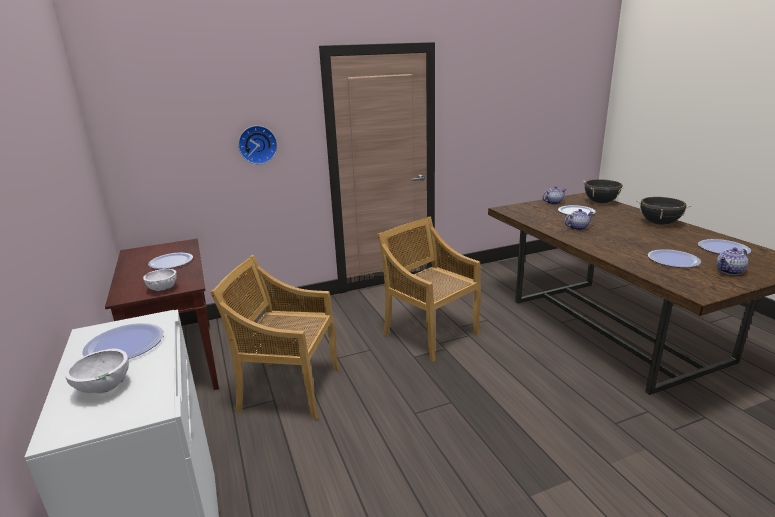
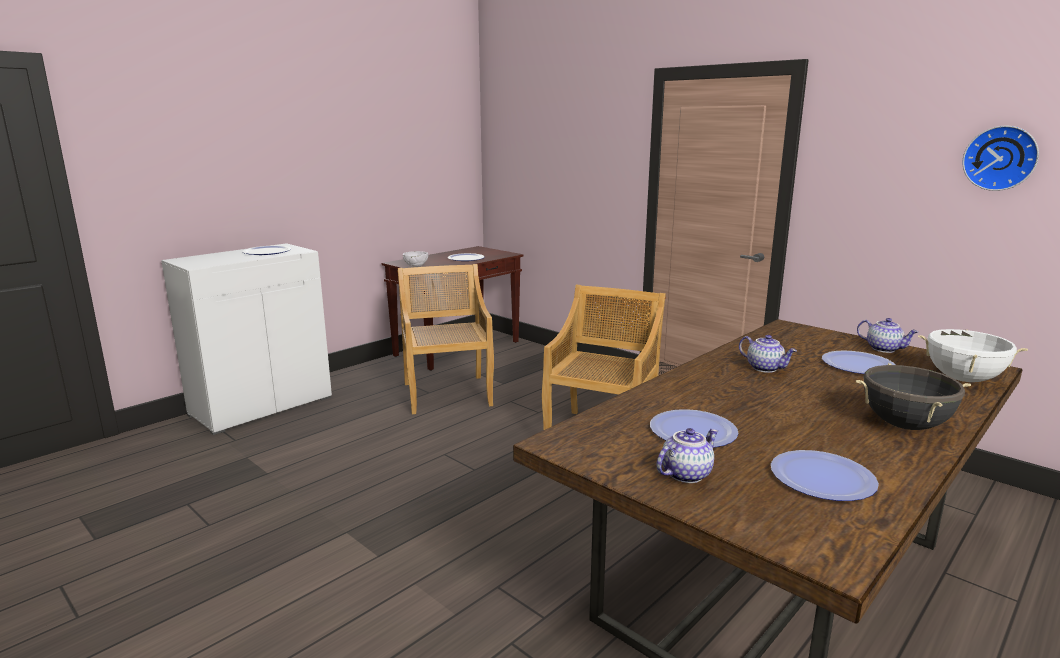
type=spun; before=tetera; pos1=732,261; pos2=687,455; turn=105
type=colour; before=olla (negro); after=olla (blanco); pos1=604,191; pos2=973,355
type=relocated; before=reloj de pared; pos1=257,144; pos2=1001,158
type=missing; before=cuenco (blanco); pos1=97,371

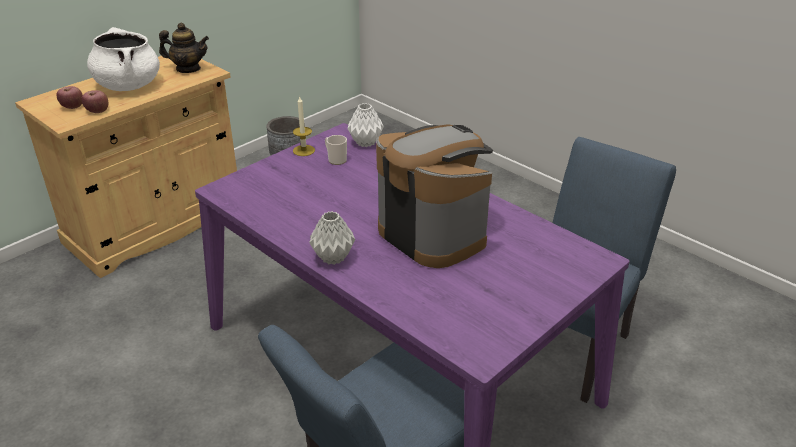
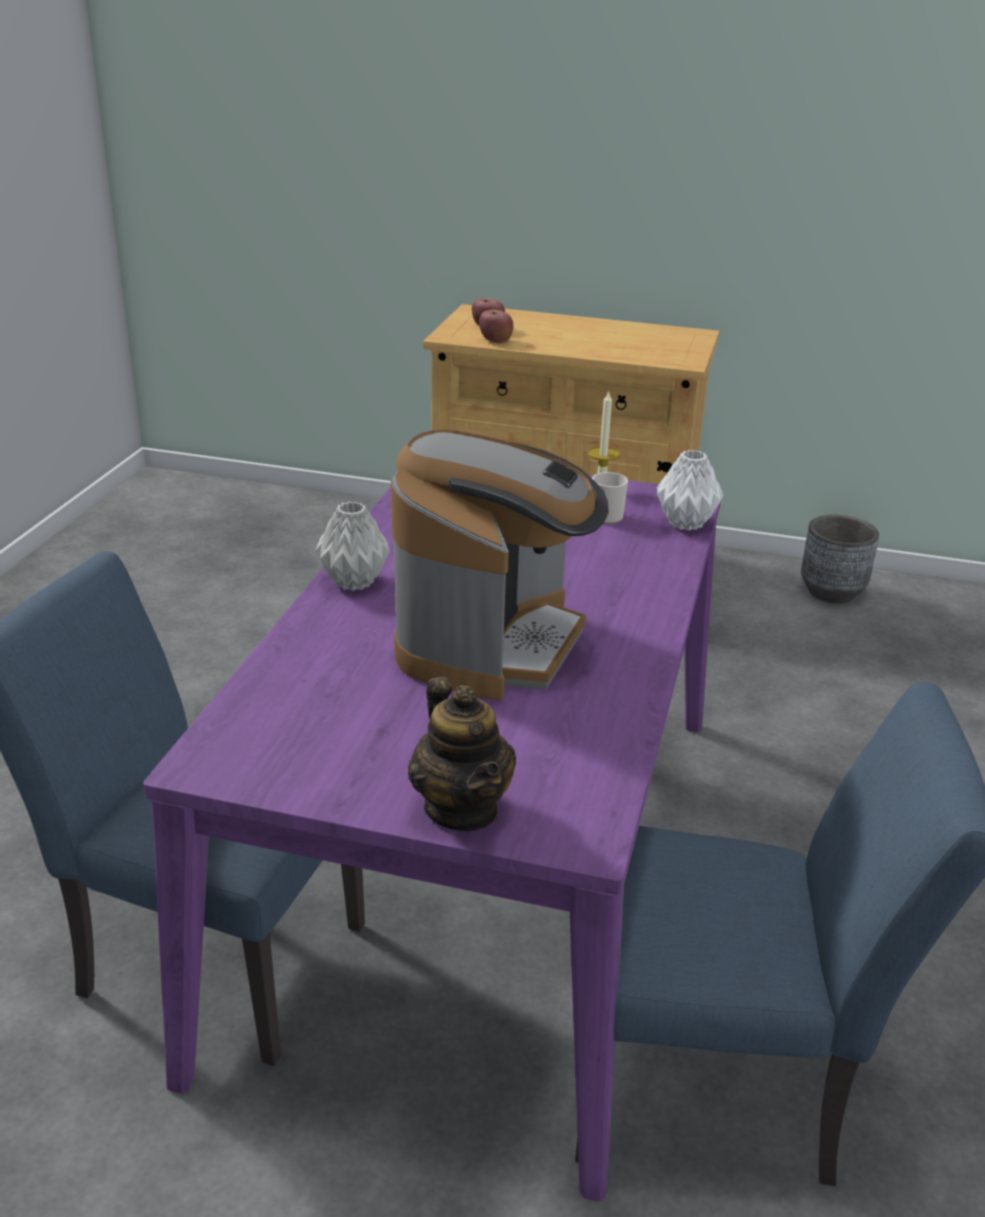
type=relocated; before=tetera; pos1=184,48; pos2=462,753
type=missing; before=olla (blanco); pos1=123,59

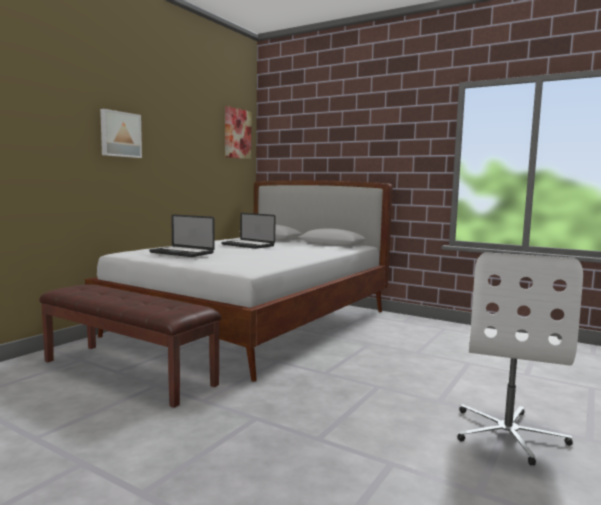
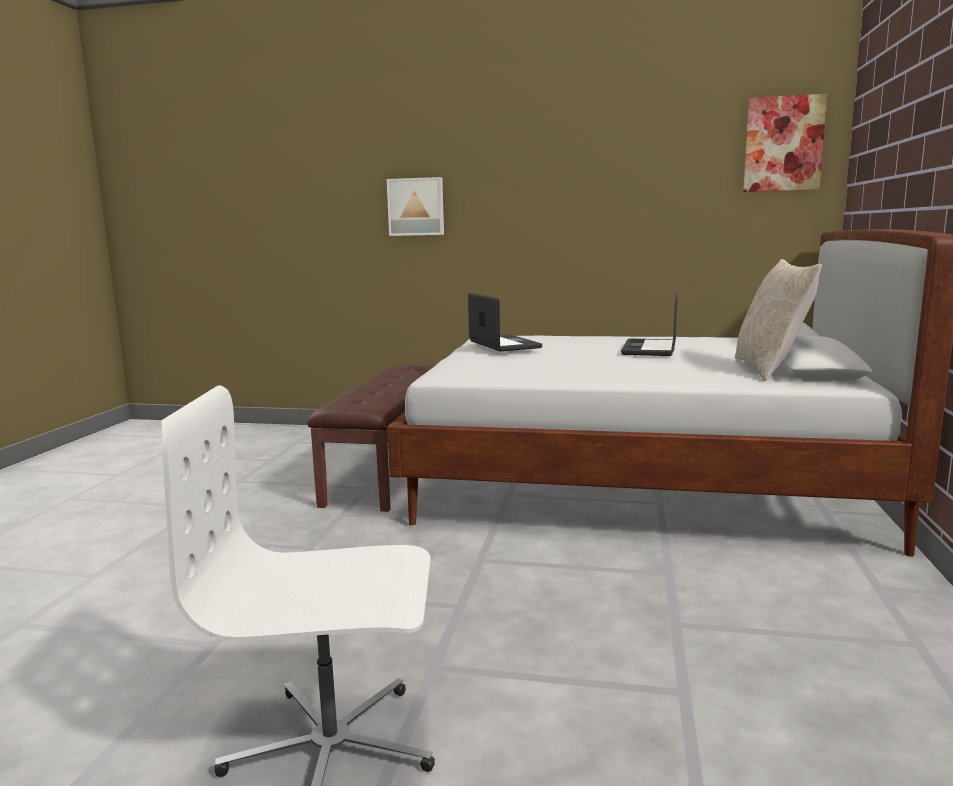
type=relocated; before=cuadro; pos1=121,133; pos2=415,206
type=spun; before=portátil; pos1=182,235; pos2=505,322; turn=150
type=appeared; after=cojín (beis); pos2=778,320

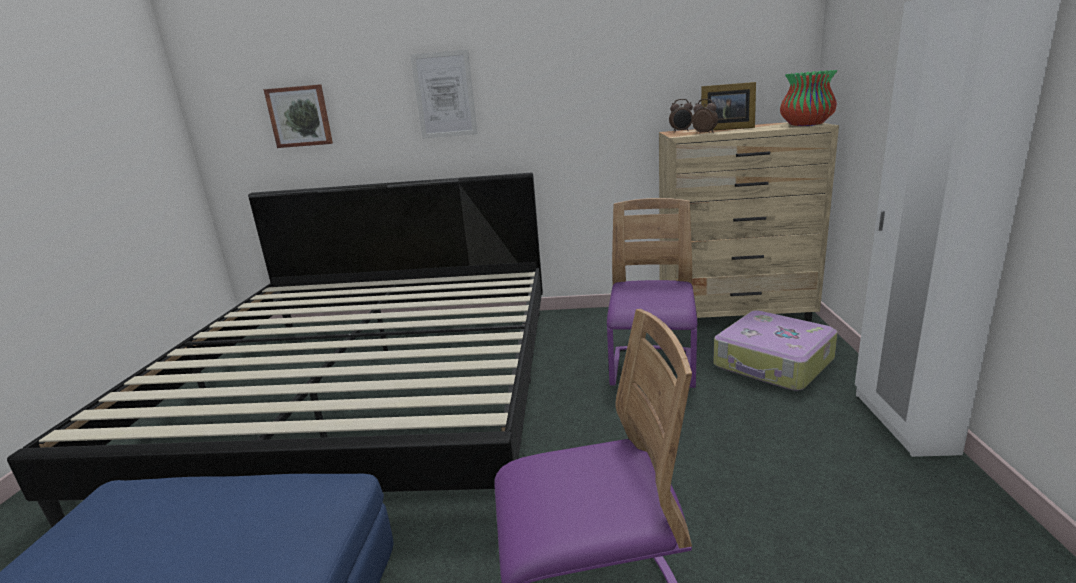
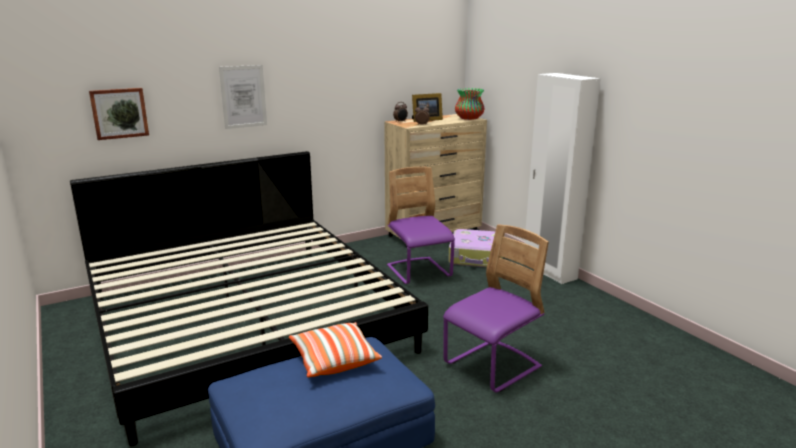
type=appeared; after=cojín; pos2=335,349

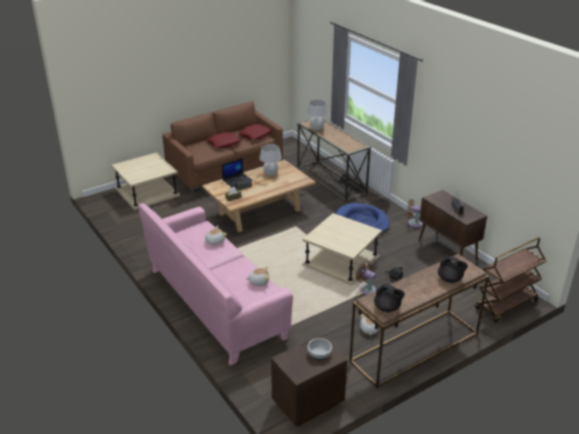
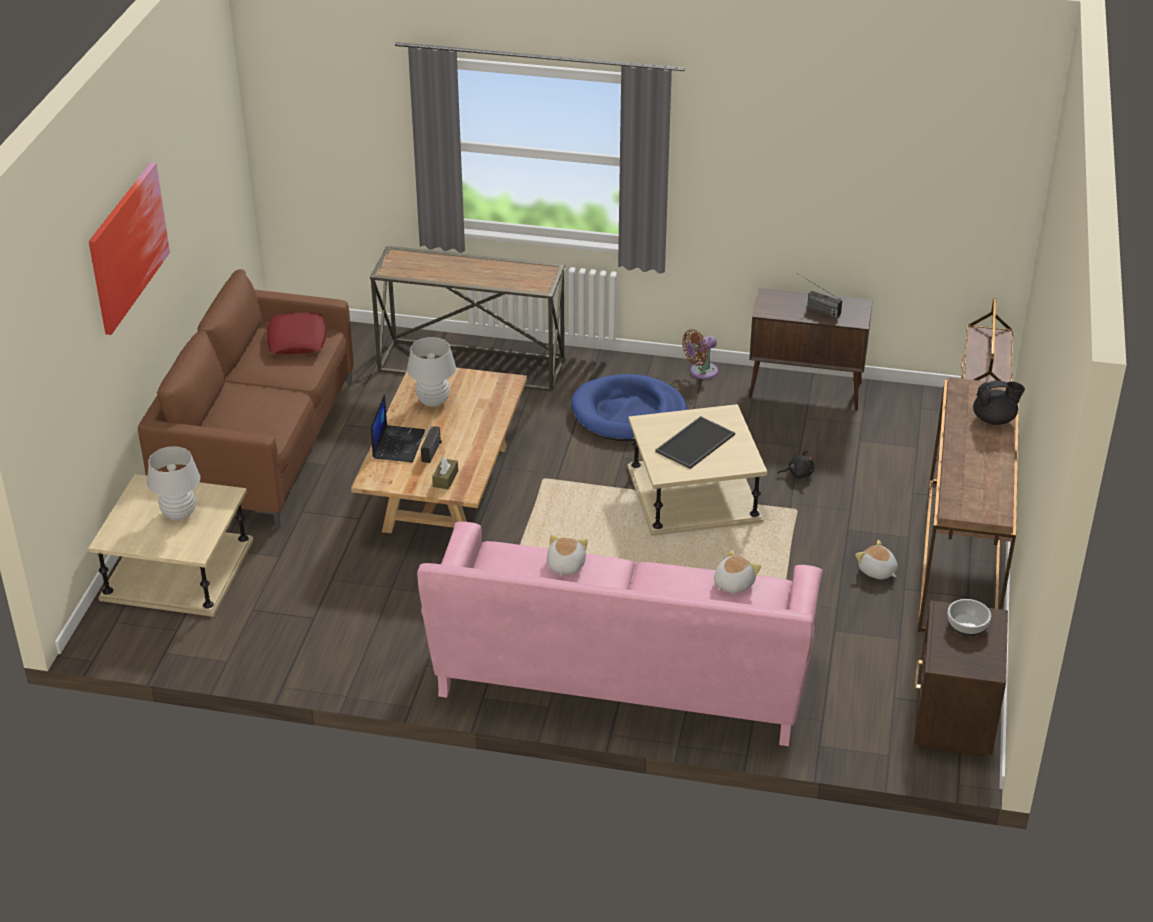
type=appeared; after=cuadro; pos2=129,248
type=relocated; before=lámpara de mesa (blanco); pos1=317,115; pos2=173,483
type=appeared; after=bandeja; pos2=695,442
type=missing; before=cojín (rojo); pos1=224,140
type=missing; before=ventilador (marrón); pos1=366,278
type=missing; before=tetera (negro); pos1=389,298

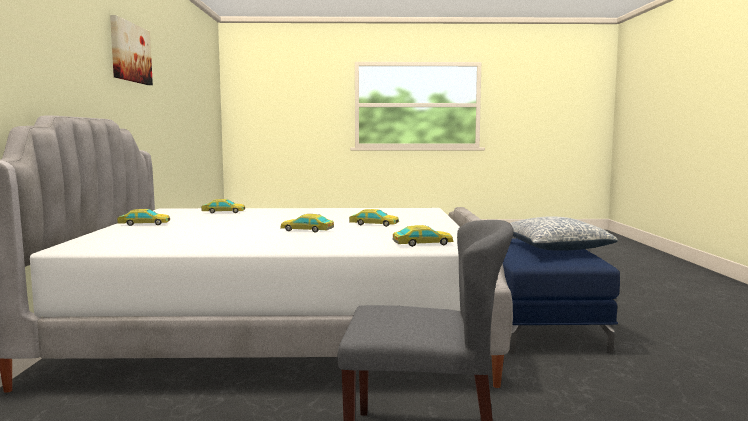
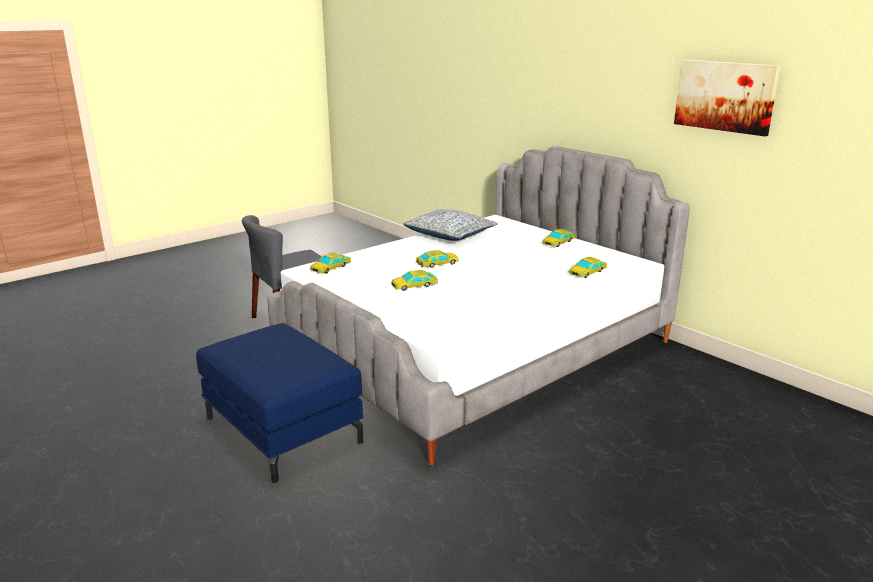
type=relocated; before=cojín; pos1=564,233; pos2=451,225

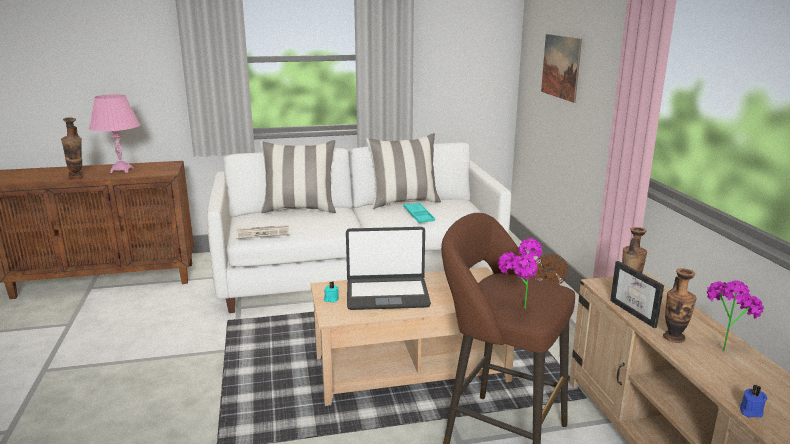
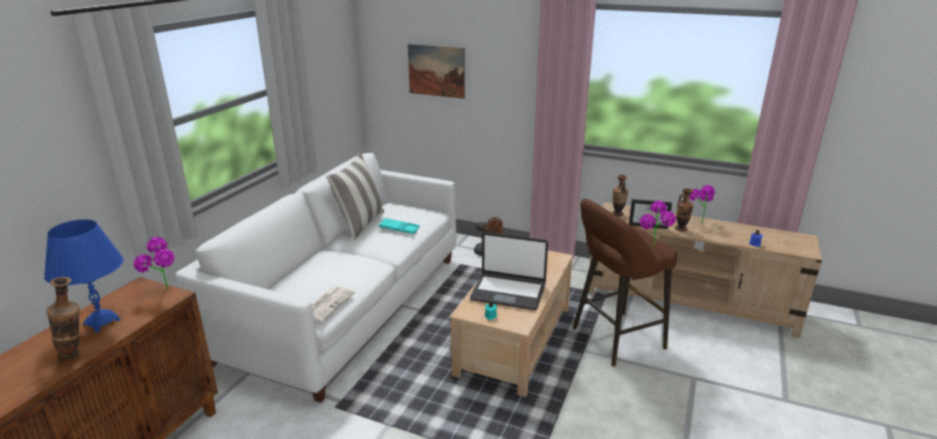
type=colour; before=lámpara de mesa (rosa); after=lámpara de mesa (azul); pos1=114,133; pos2=84,276
type=appeared; after=planta en maceta; pos2=154,263
type=spun; before=portátil; pos1=388,268; pos2=509,271; turn=75
type=missing; before=cojín; pos1=298,176

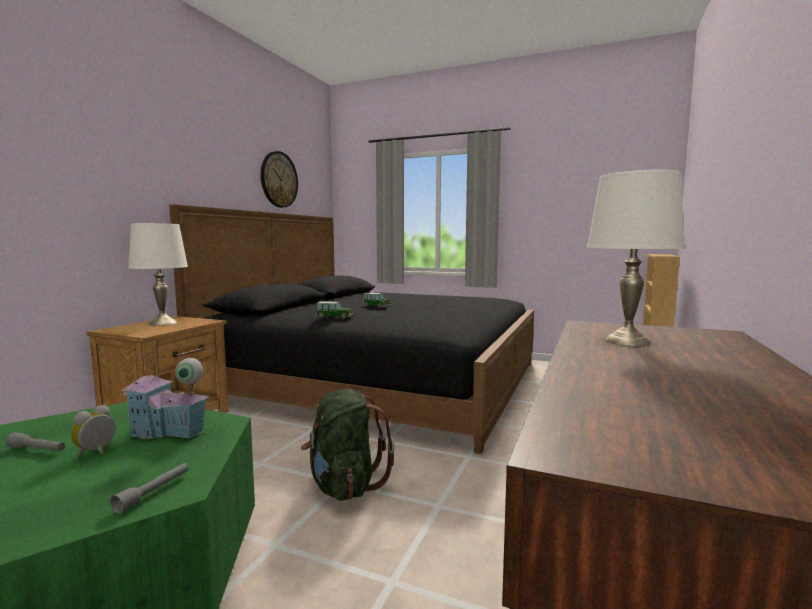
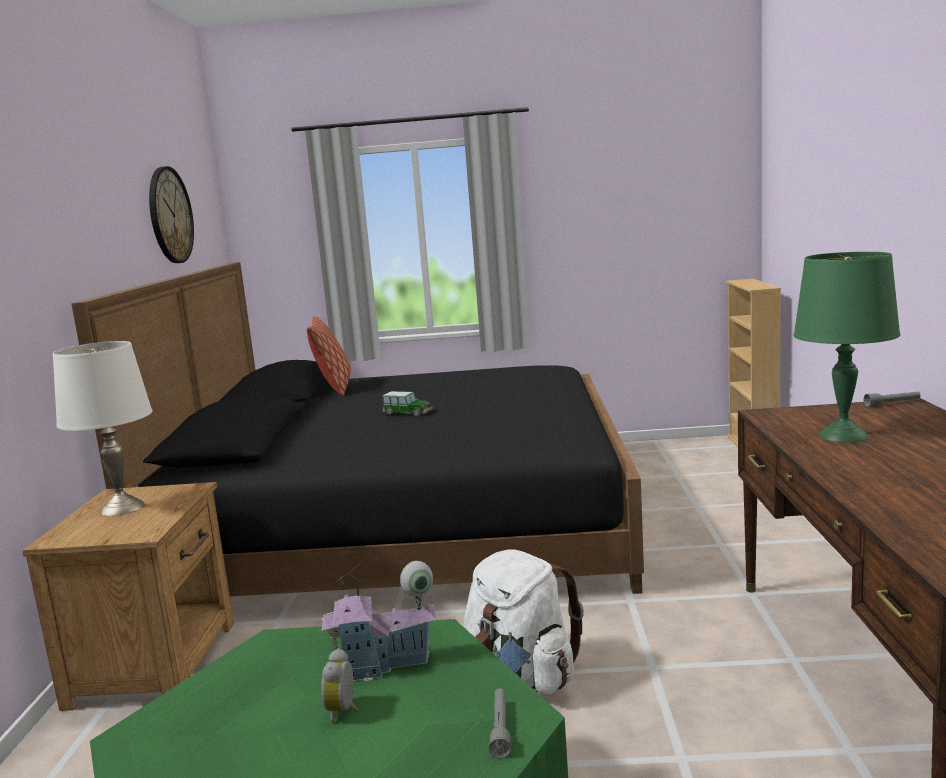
type=appeared; after=cojín; pos2=329,356
type=colour; before=mochila (verde); after=mochila (blanco); pos1=348,445; pos2=524,621
type=colour; before=lámpara de mesa (blanco); after=lámpara de mesa (verde); pos1=636,258; pos2=846,347
type=relocated; before=linterna (gris); pos1=35,441; pos2=892,399
type=missing; before=coche de juguete; pos1=335,310

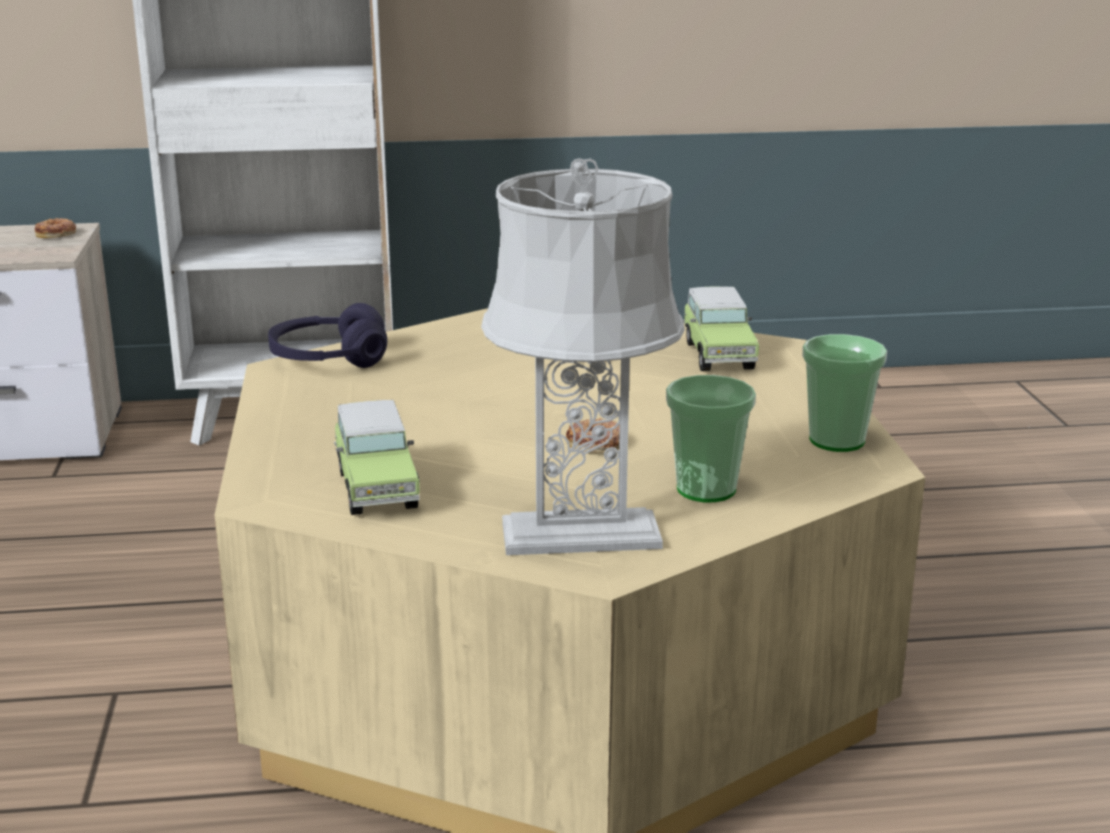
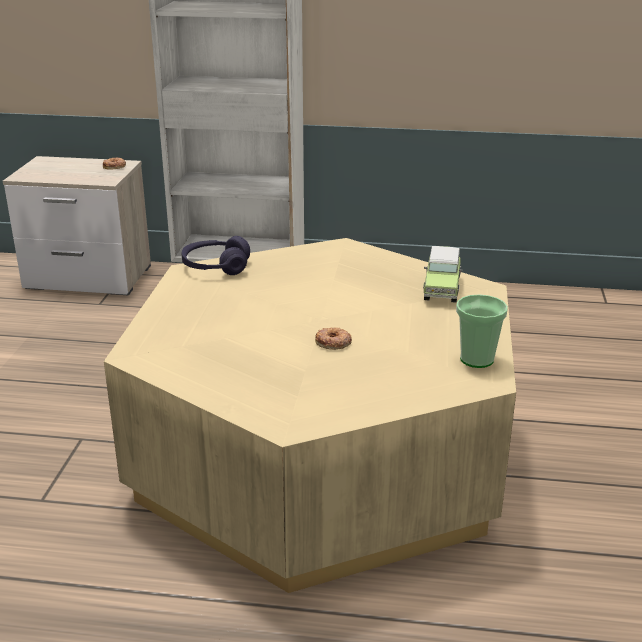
type=missing; before=coche de juguete; pos1=377,457
type=missing; before=lámpara de mesa (gris); pos1=583,356
type=missing; before=taza; pos1=711,438

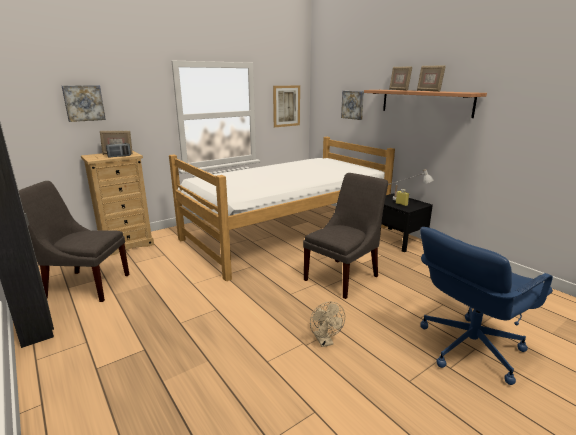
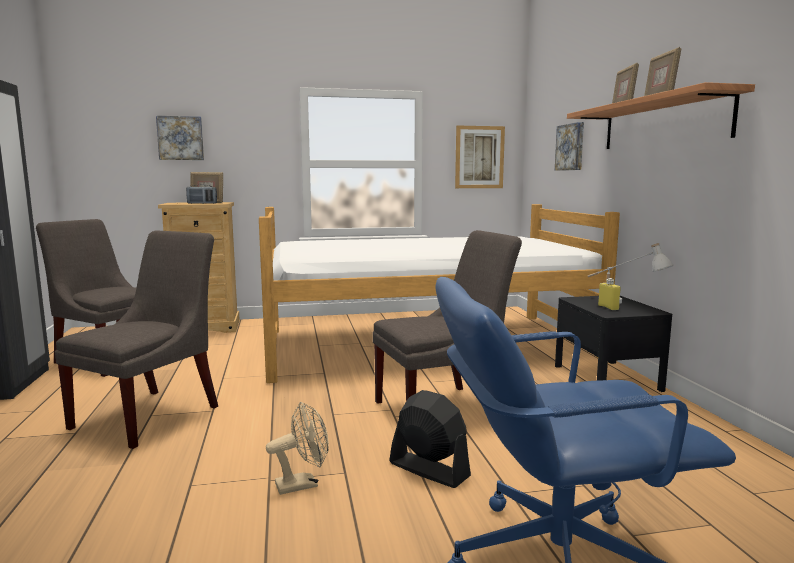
type=appeared; after=silla (gris); pos2=136,340
type=spun; before=ventilador (beis); pos1=327,324; pos2=297,448; turn=-120
type=appeared; after=ventilador (negro); pos2=430,439

